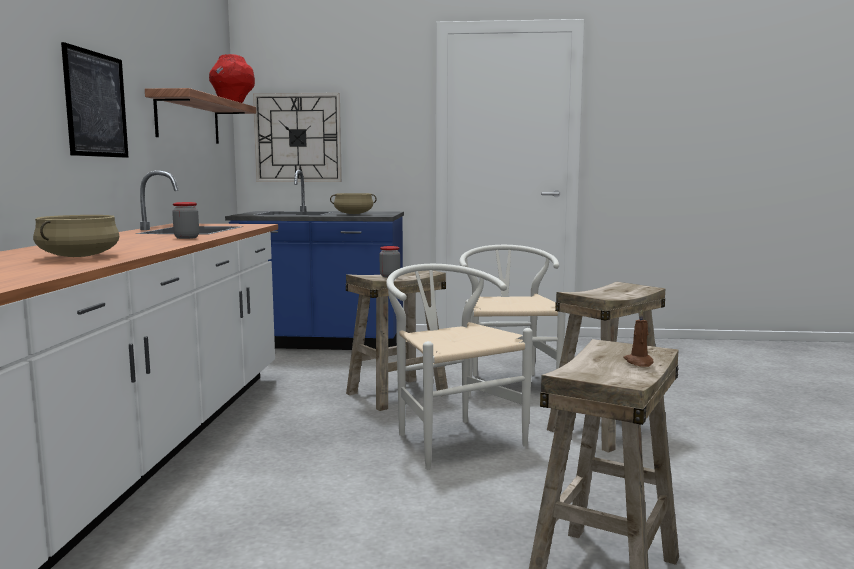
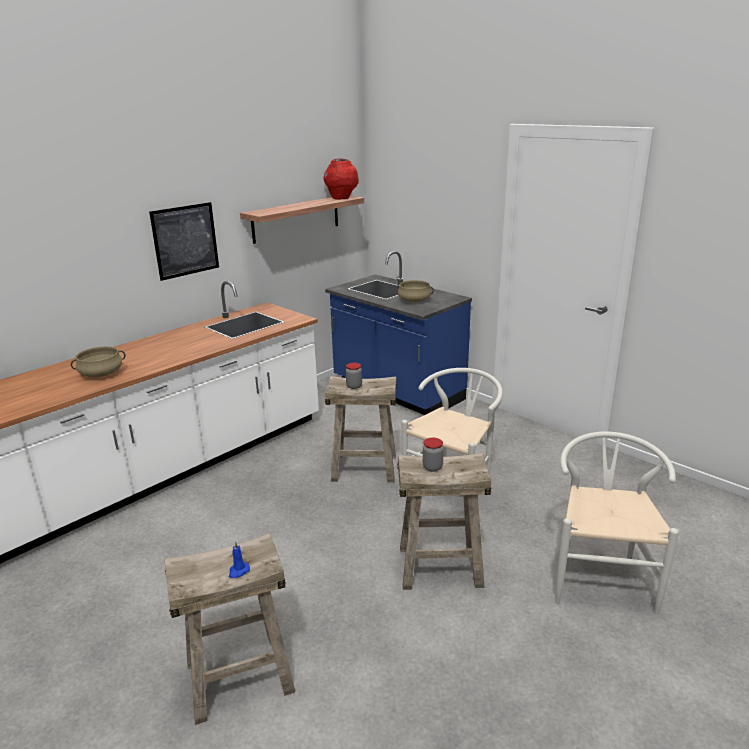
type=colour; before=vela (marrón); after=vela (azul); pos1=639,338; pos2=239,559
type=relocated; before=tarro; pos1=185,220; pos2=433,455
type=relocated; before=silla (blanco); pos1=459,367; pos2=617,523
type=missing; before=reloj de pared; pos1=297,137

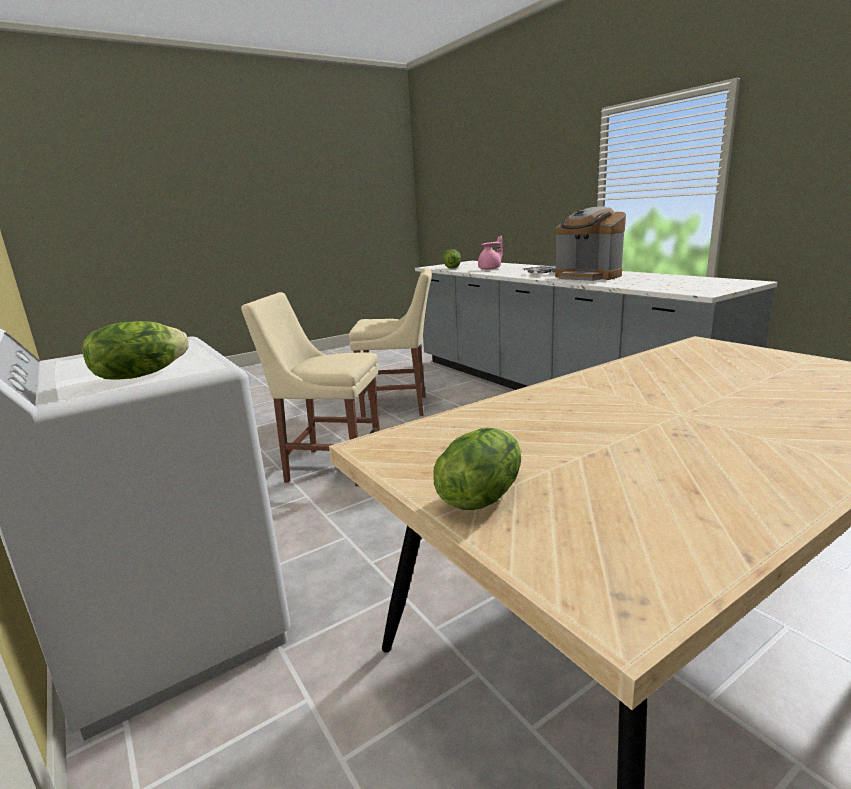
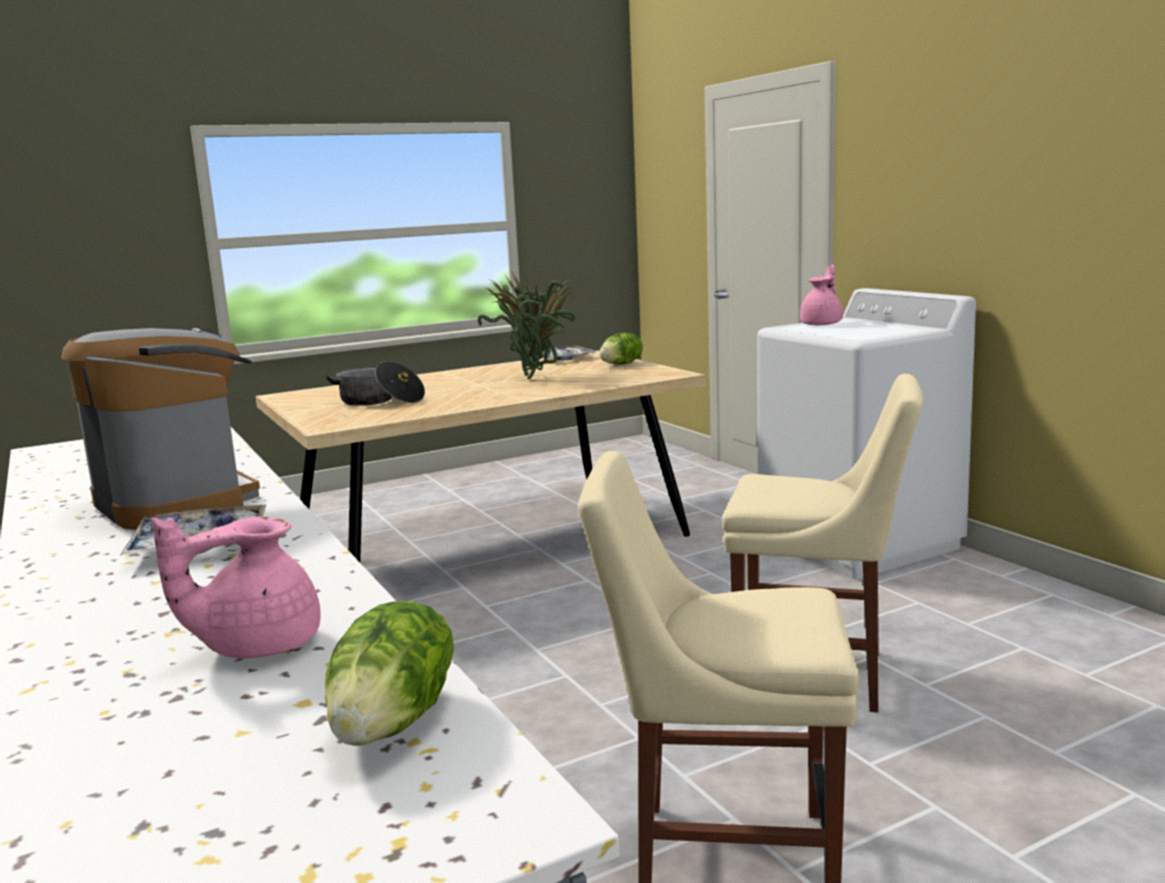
type=appeared; after=olla; pos2=375,383
type=appeared; after=planta en maceta; pos2=527,324
type=appeared; after=bandeja; pos2=570,353
type=exchanged; before=lechuga; after=tetera (rosa); pos1=135,350; pos2=821,294

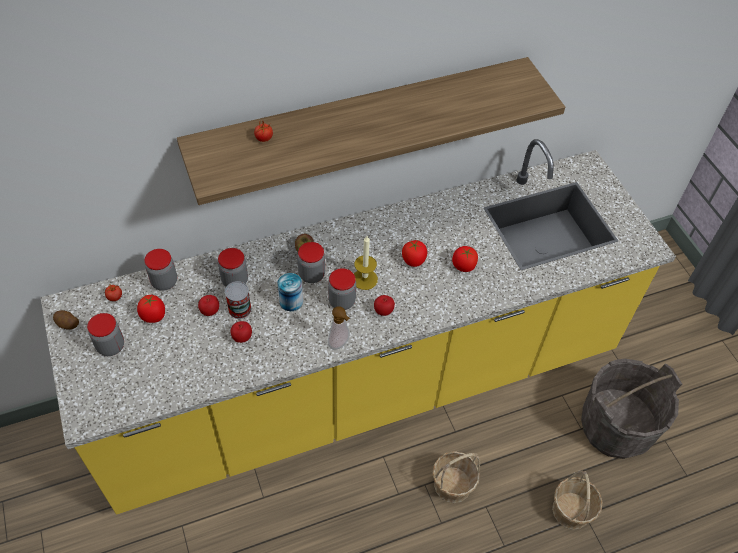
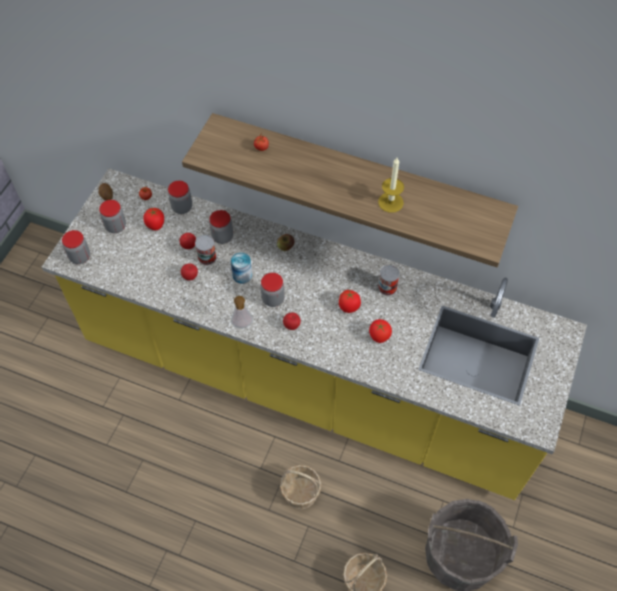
type=relocated; before=tarro; pos1=311,262; pos2=76,247
type=relocated; before=vela; pos1=366,263; pos2=391,185
type=appeared; after=lata; pos2=389,280

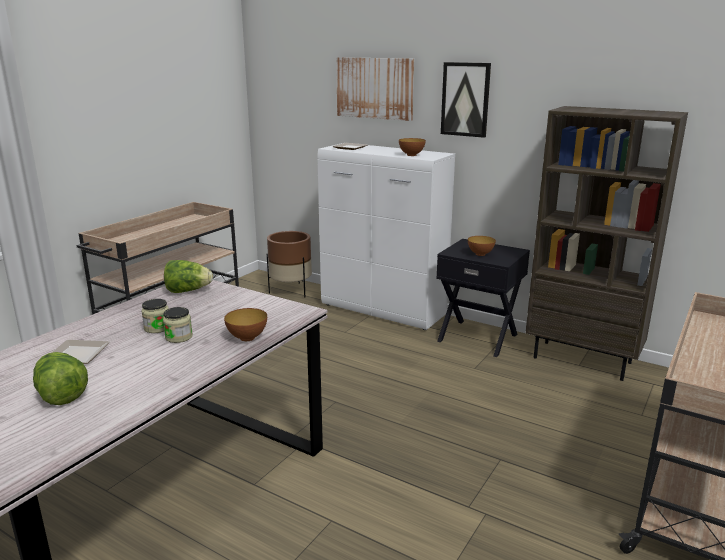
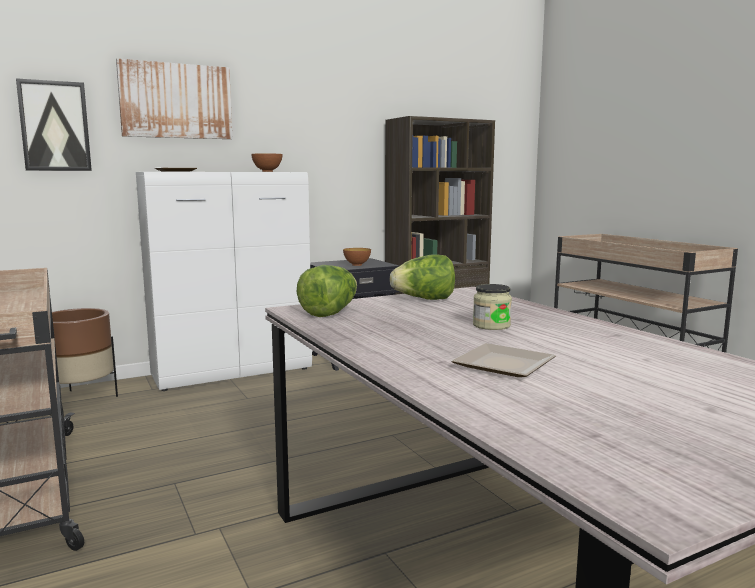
type=relocated; before=cuadro; pos1=466,100; pos2=54,124
type=relocated; before=lechuga; pos1=60,378; pos2=422,277
type=missing; before=tarro; pos1=155,316
type=missing; before=cuenco; pos1=245,324

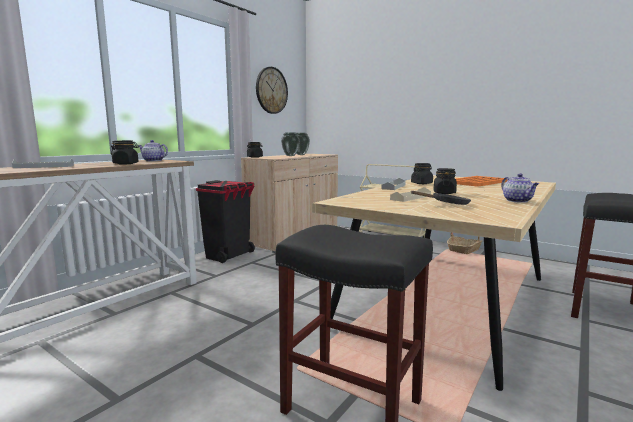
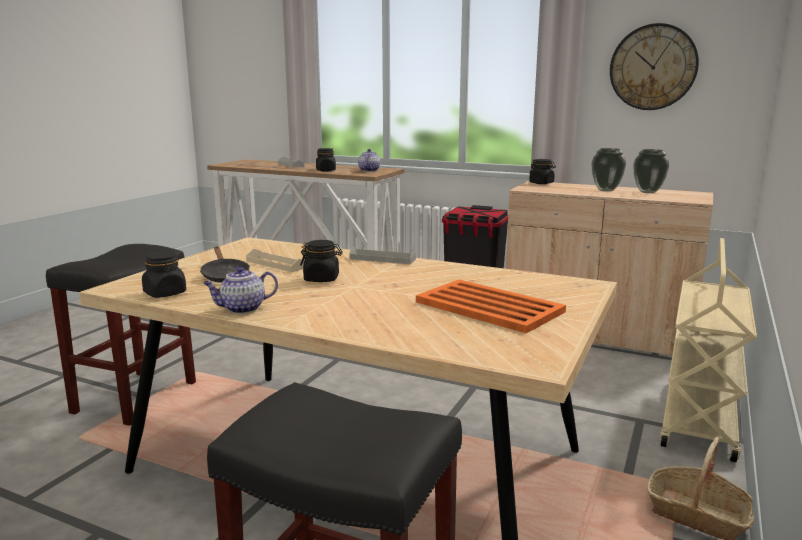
type=relocated; before=tarro (negro); pos1=422,173; pos2=164,274

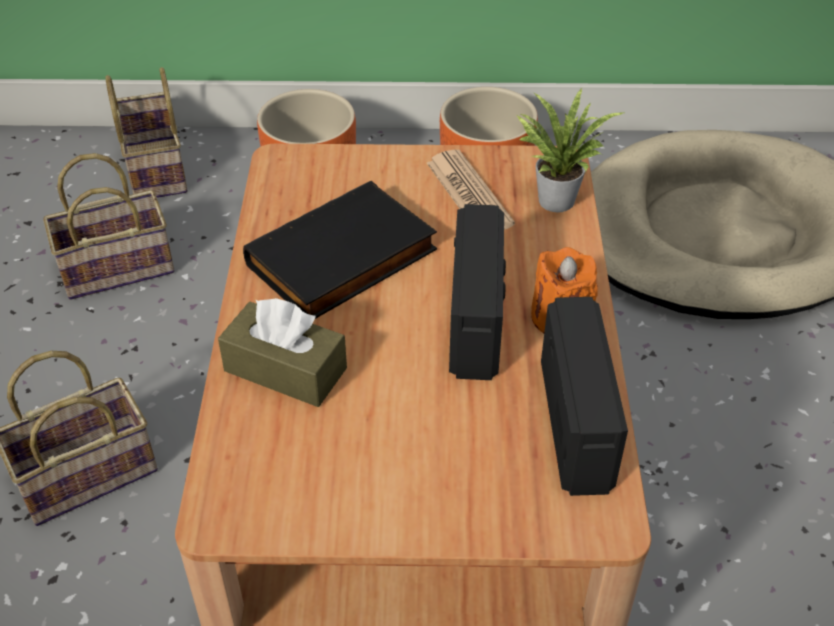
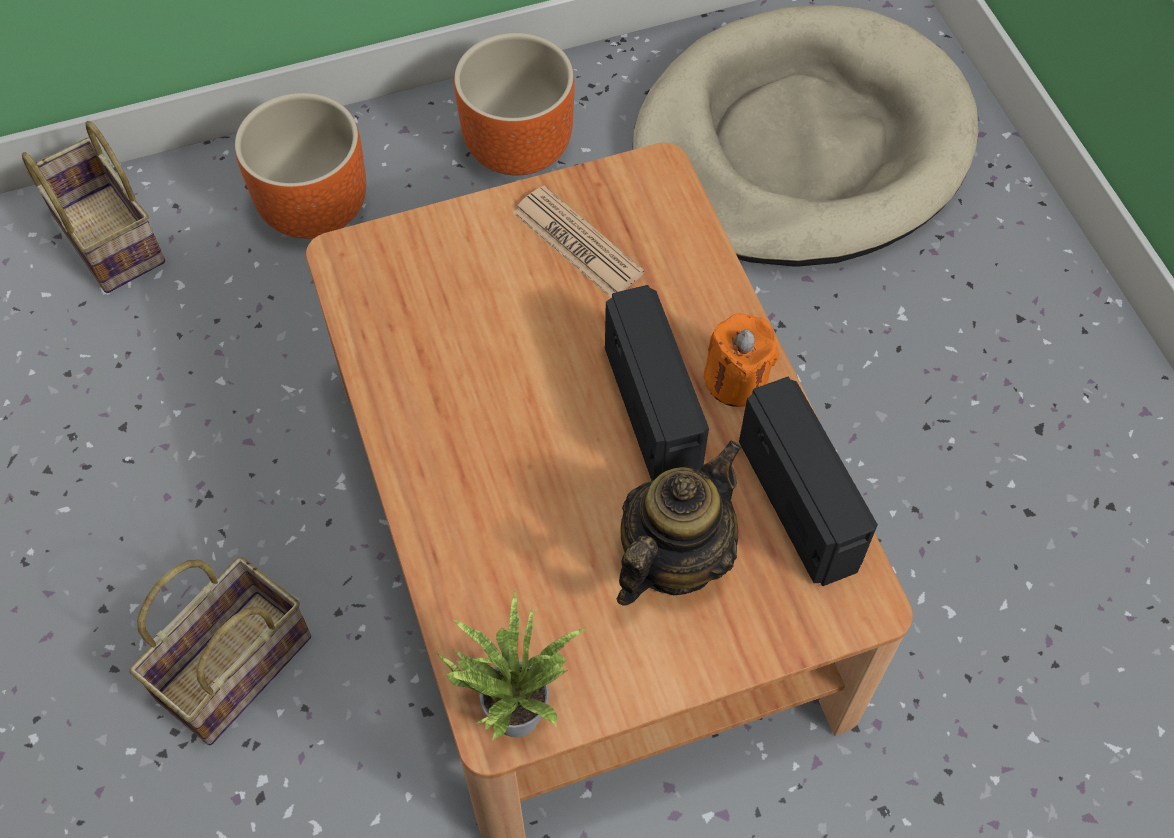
type=relocated; before=planta en maceta; pos1=570,150; pos2=512,666
type=appeared; after=tetera; pos2=679,523
type=missing; before=cesta; pos1=108,226
type=missing; before=caja de pañuelos (marrón); pos1=282,352
type=missing; before=libro (negro); pos1=340,250

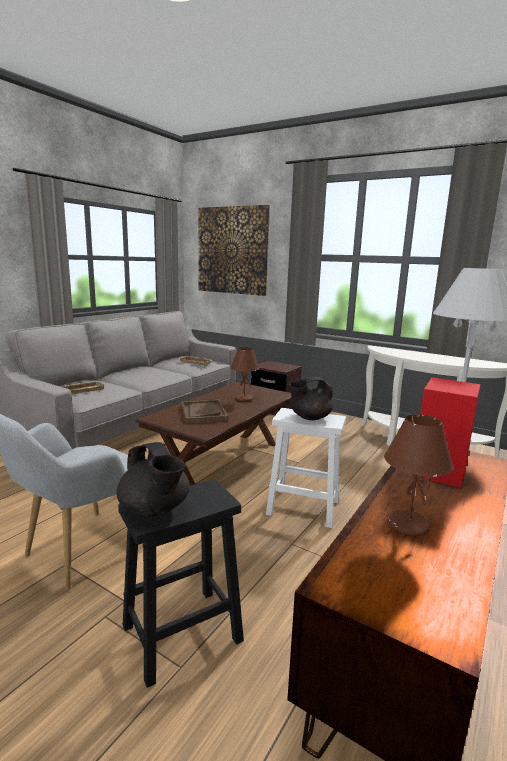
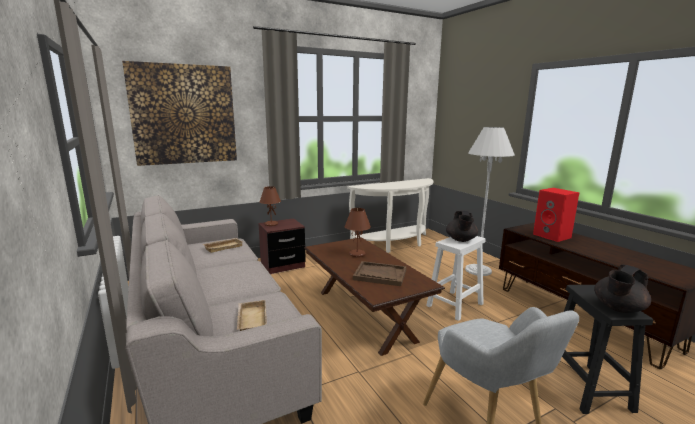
type=relocated; before=lámpara de mesa (marrón); pos1=418,475; pos2=270,206
type=spun; before=tetera (negro); pos1=153,479; pos2=622,289; turn=150

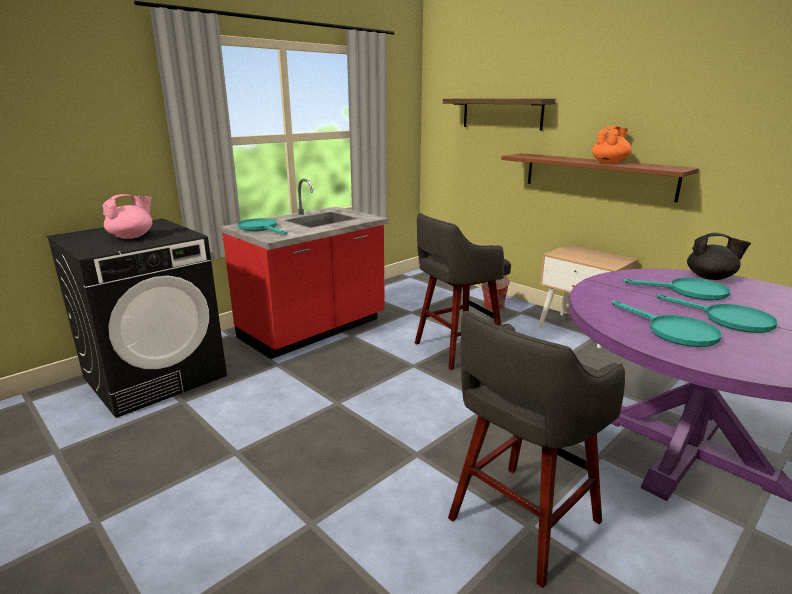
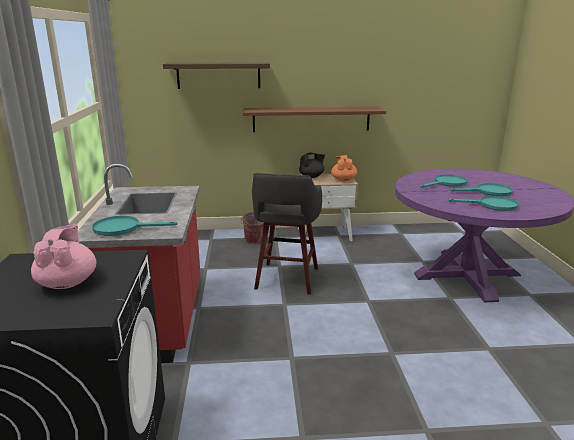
type=relocated; before=tetera (negro); pos1=719,256; pos2=312,165
type=relocated; before=tetera (naranja); pos1=612,145; pos2=344,168
type=missing; before=taburete (gris); pos1=536,449

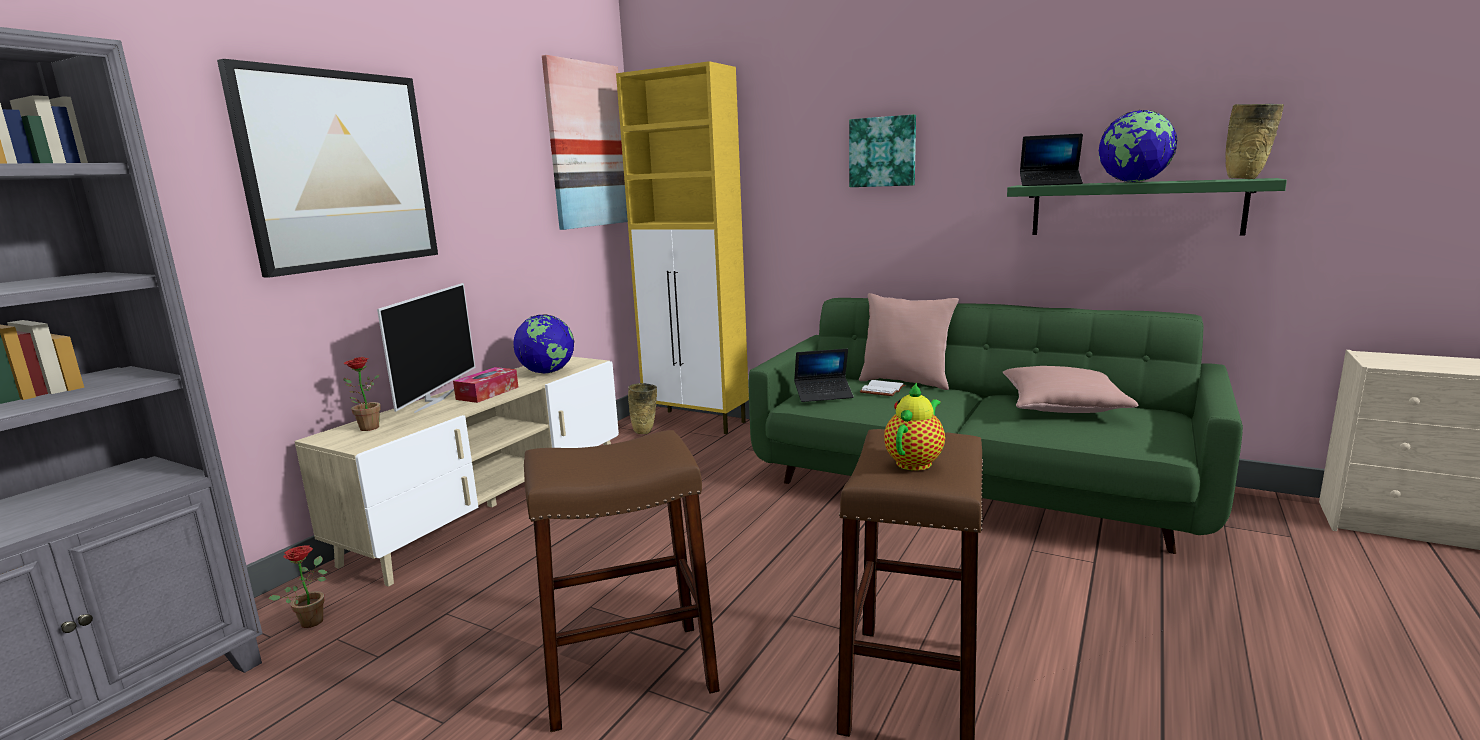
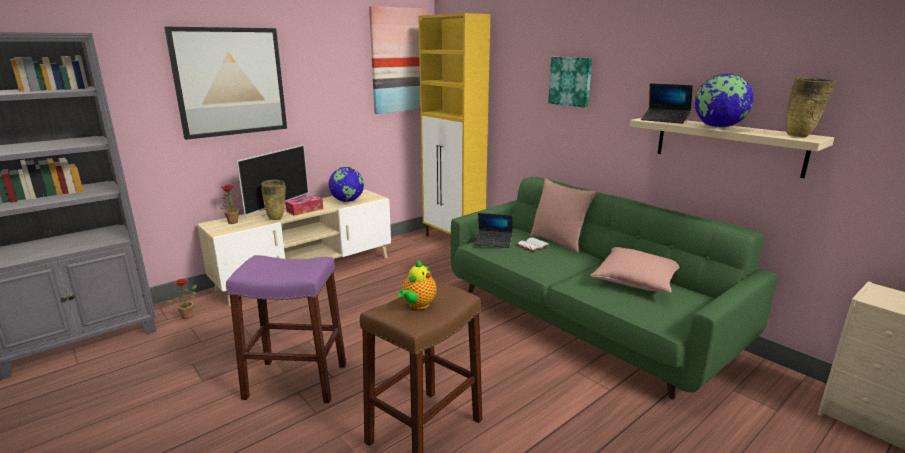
type=colour; before=taburete (marrón); after=taburete (morado); pos1=622,581; pos2=286,329
type=relocated; before=florero (beis); pos1=642,408; pos2=273,200
type=spun; before=tetera; pos1=914,426; pos2=417,284; turn=150
type=colour; before=estante (verde); after=estante (beis); pos1=1147,207; pos2=732,148

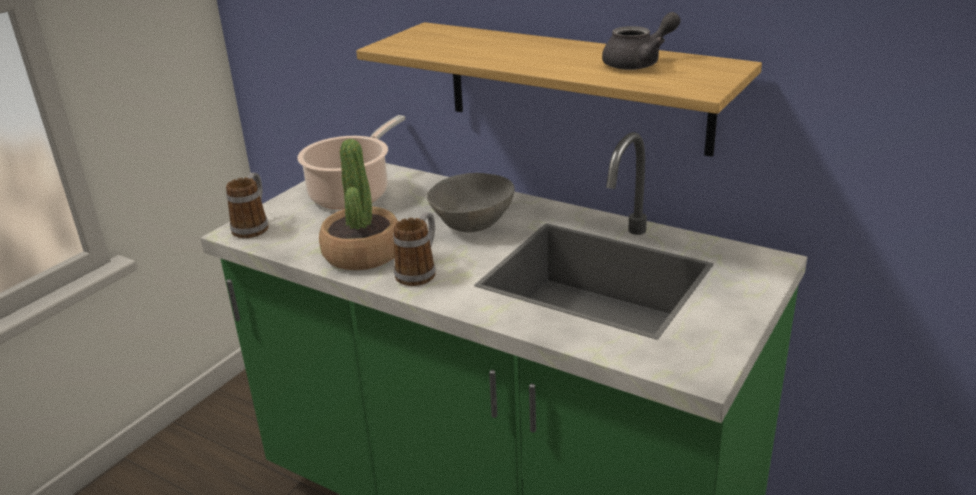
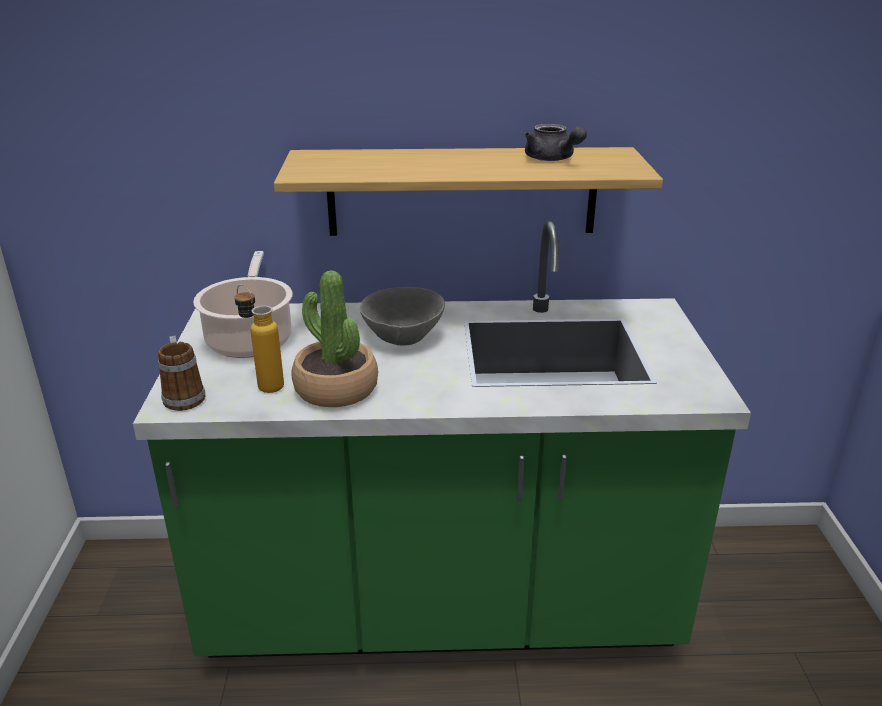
type=appeared; after=botella; pos2=259,338
type=spun; before=tetera (gris); pos1=641,41; pos2=556,142; turn=120
type=missing; before=taza grande; pos1=414,249

